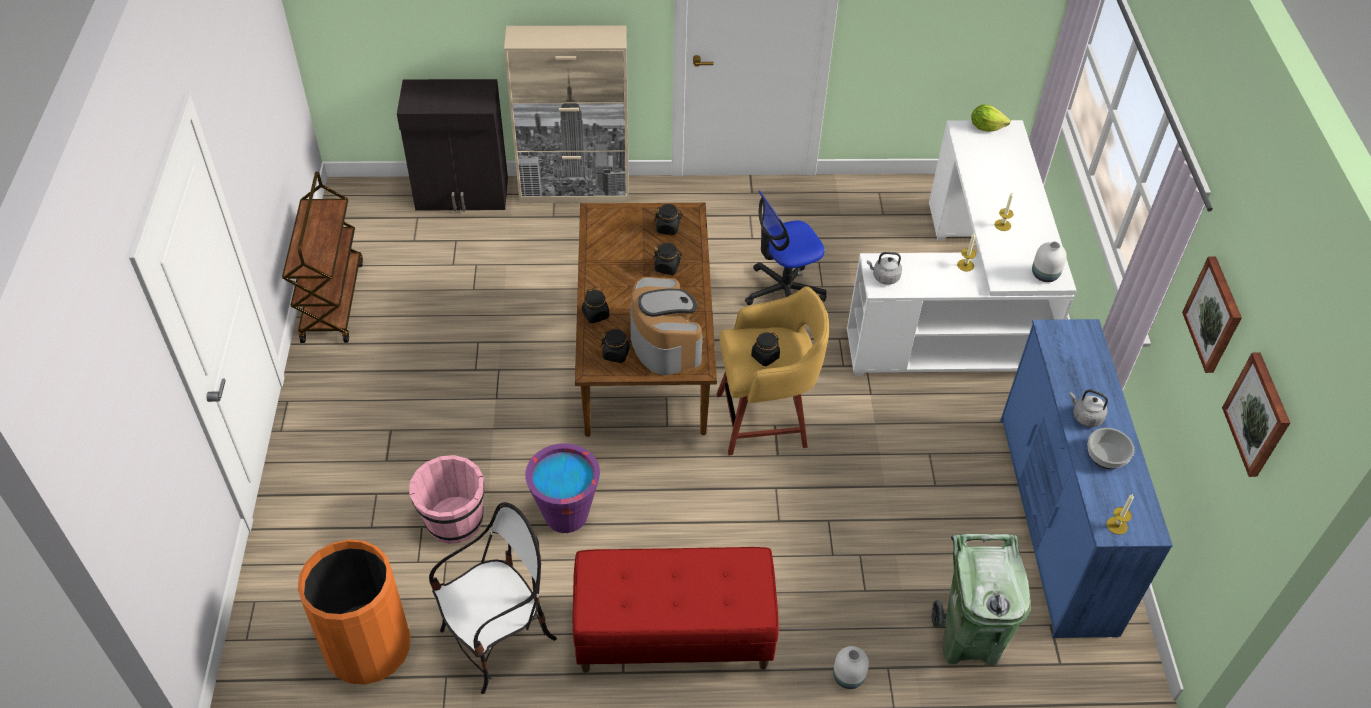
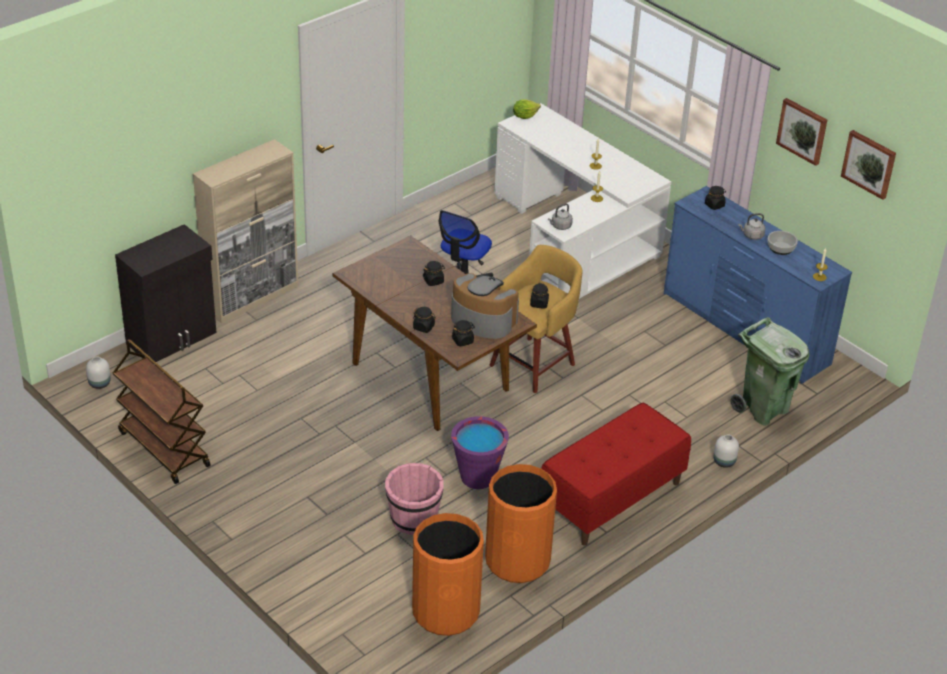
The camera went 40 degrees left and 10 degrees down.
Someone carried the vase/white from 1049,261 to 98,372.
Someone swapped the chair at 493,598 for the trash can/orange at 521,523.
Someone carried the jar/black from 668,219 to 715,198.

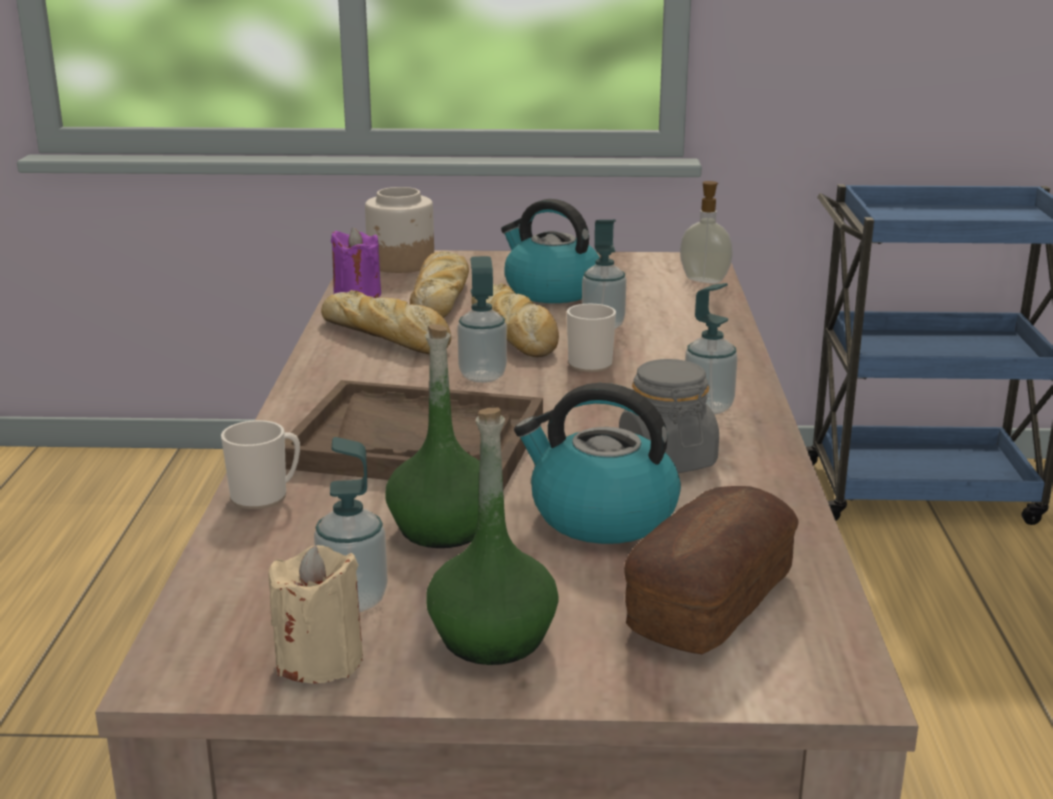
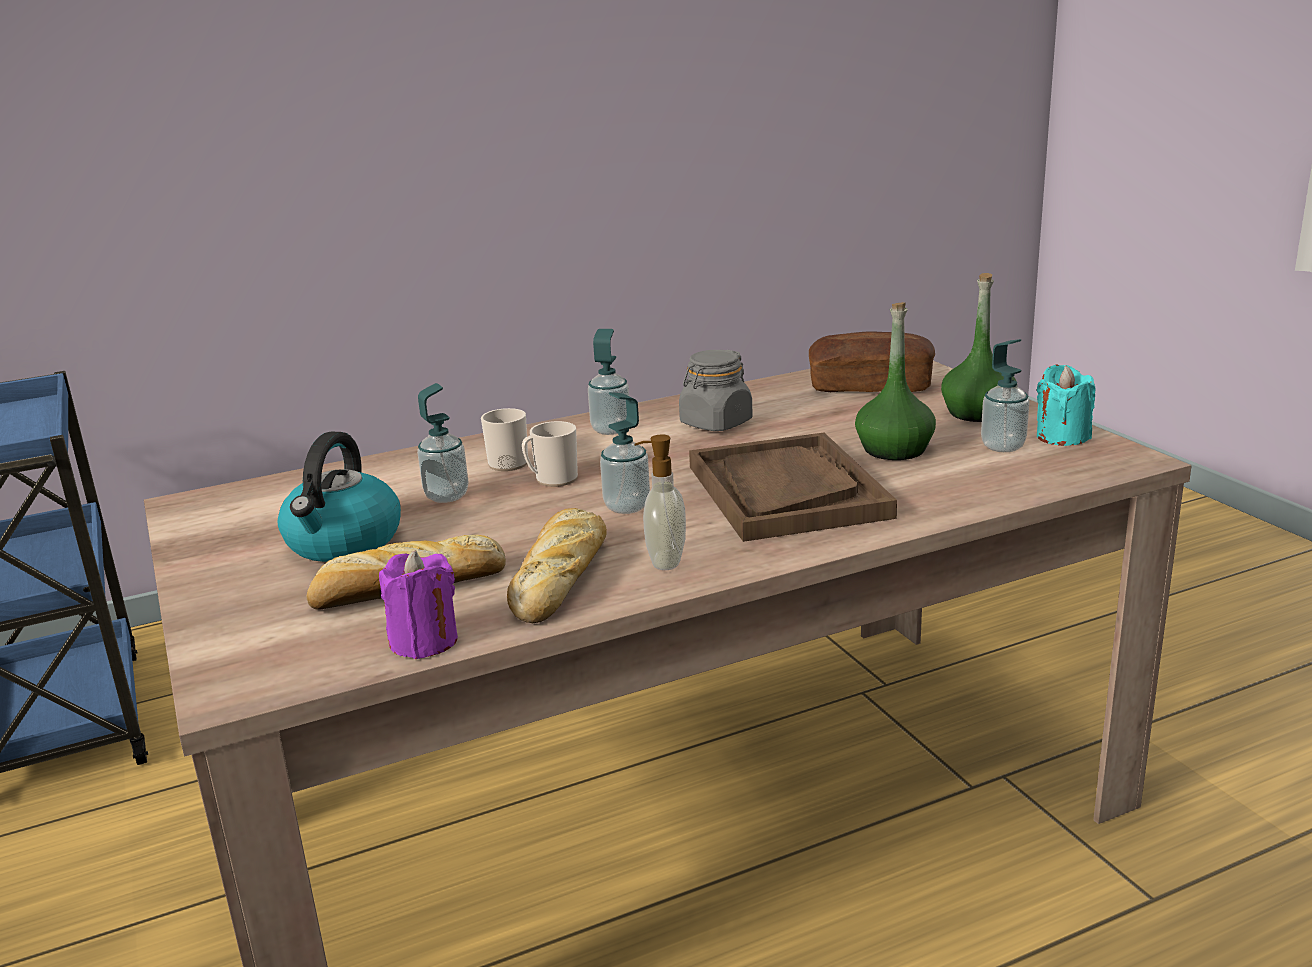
The camera went 115 degrees left and 0 degrees up.
Someone carried the mug from 260,464 to 504,439.
Someone carried the soap dispenser from 706,232 to 660,502.
Someone repainted the candle/beige at 316,614, which became the candle/turquoise at 1066,405.
Someone took away the jar at 399,230.
Someone took away the bread at 515,320.
Someone took away the kettle at 597,463.

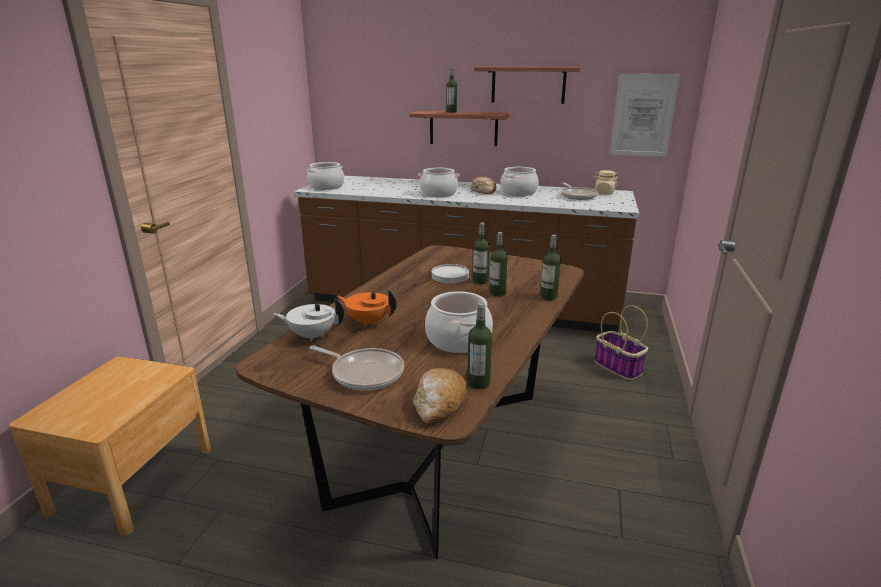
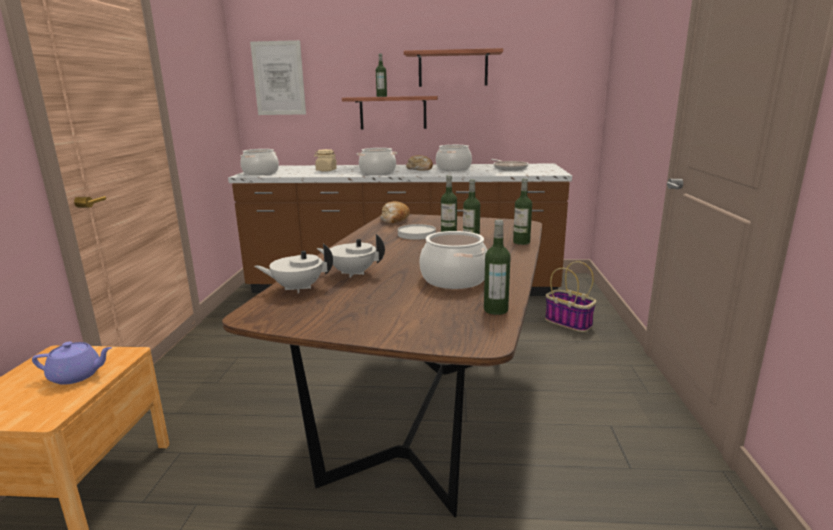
The camera went 10 degrees left and 5 degrees down.
Someone put down the teapot/purple at 72,363.
Someone carried the picture from 645,115 to 278,77.
Someone carried the jar/beige from 606,182 to 325,160.
Someone repainted the teapot/orange at 367,308, which became the teapot/white at 350,256.
Someone carried the bread from 440,396 to 395,212.
Someone took away the frying pan at 357,368.

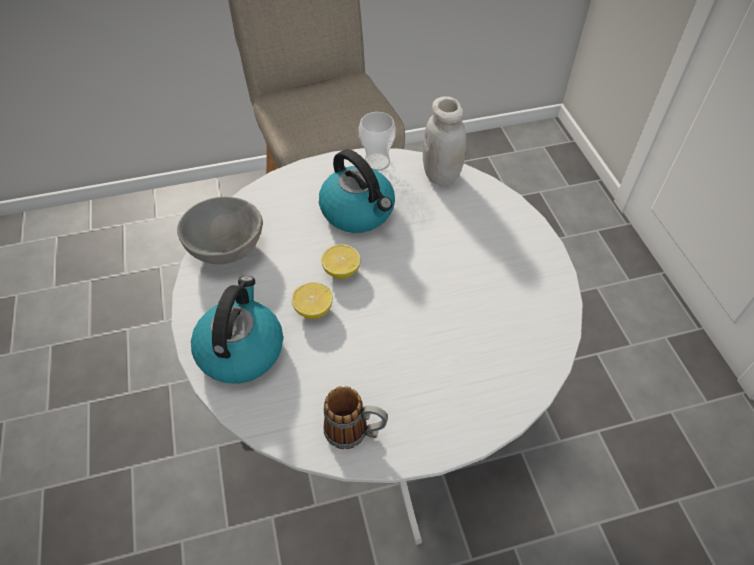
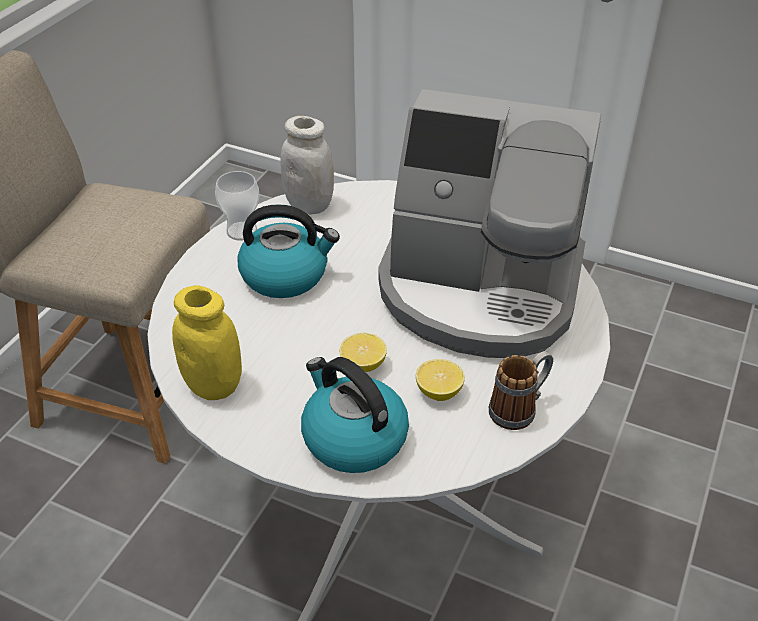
The camera went 50 degrees left and 10 degrees down.
Someone swapped the bowl/grey at 220,230 for the jar/yellow at 207,343.
Someone put down the coffee machine at 490,223.
Someone carried the lemon from 340,261 to 440,380.

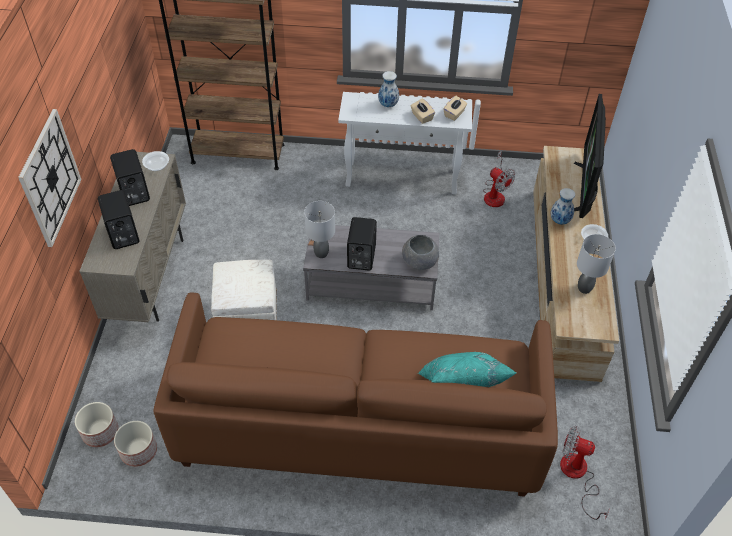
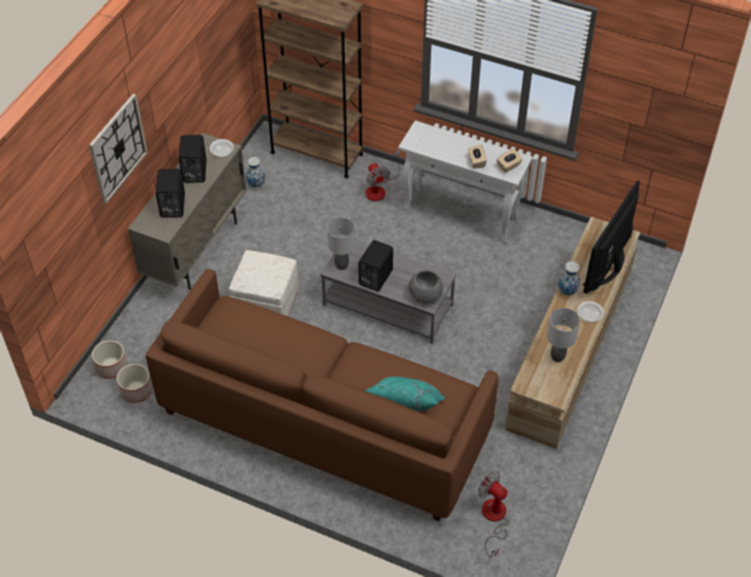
The camera went 20 degrees right and 0 degrees up.
Someone carried the vase from 388,89 to 255,172.
Someone carried the fan from 499,179 to 383,175.

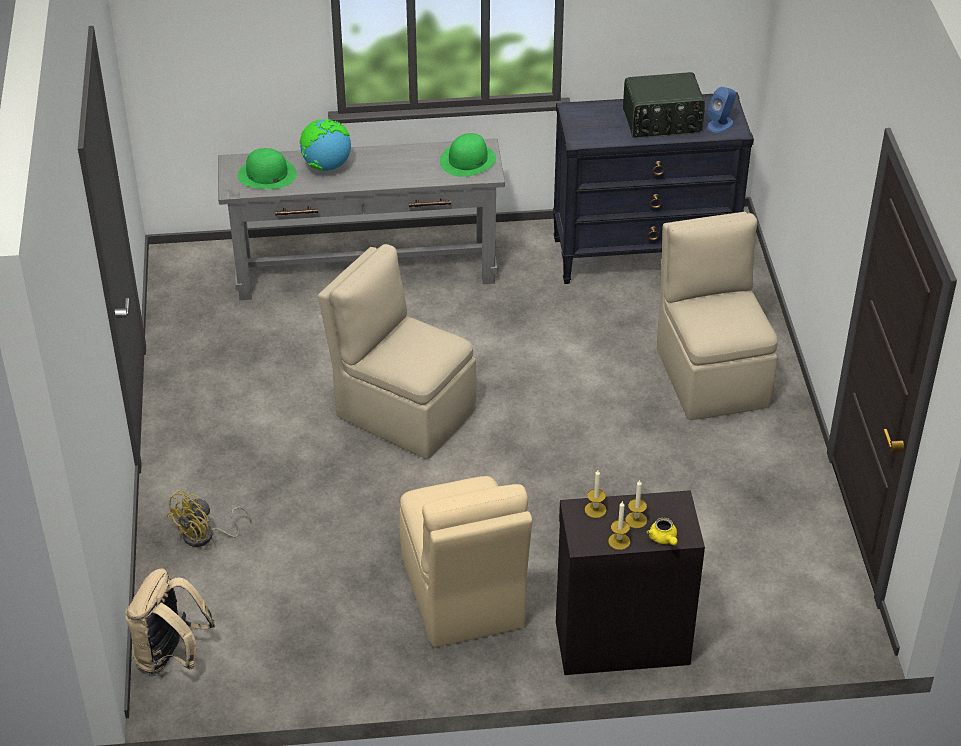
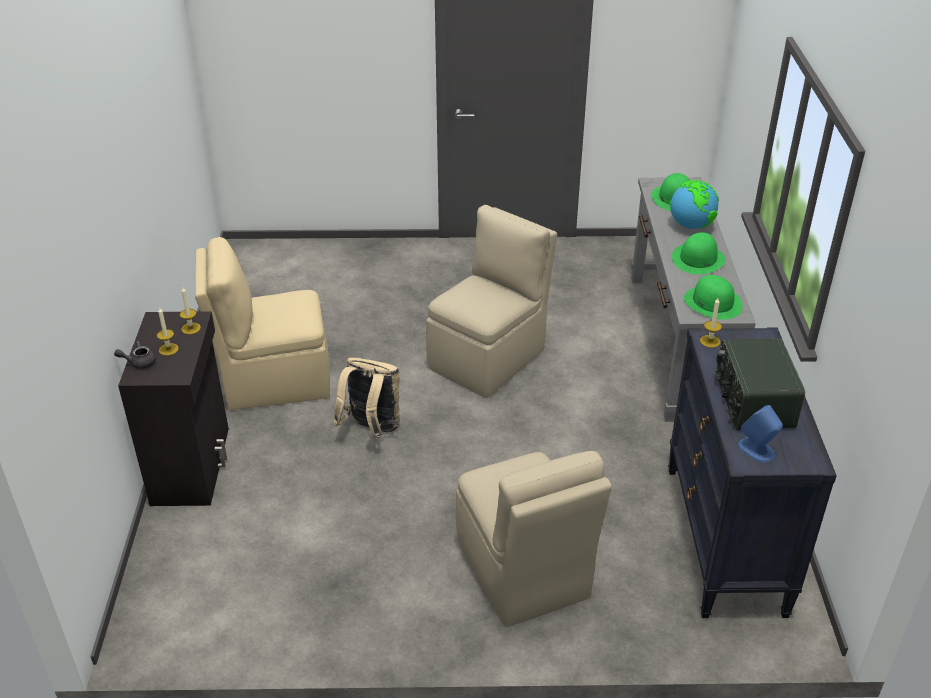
The camera went 95 degrees right and 5 degrees down.
Someone repainted the teapot/yellow at 662,531, which became the teapot/grey at 135,355.
Someone carried the backpack/beige from 170,621 to 366,398.
Someone rotated the chair/beige at 717,316 by 75 degrees clockwise.
Someone put down the hat/green at 699,253.
Someone carried the candle from 619,525 to 711,323.
Someone took away the fan/yellow at 209,518.

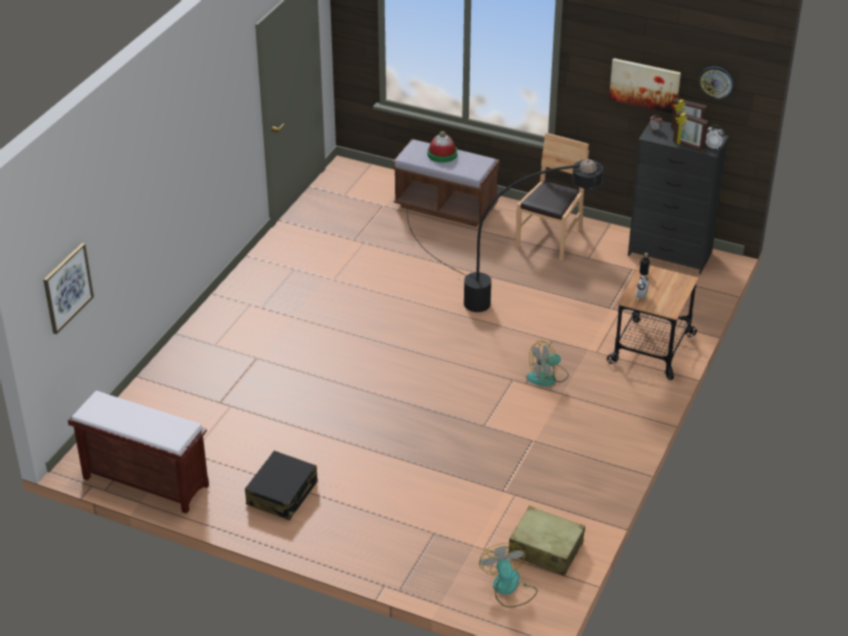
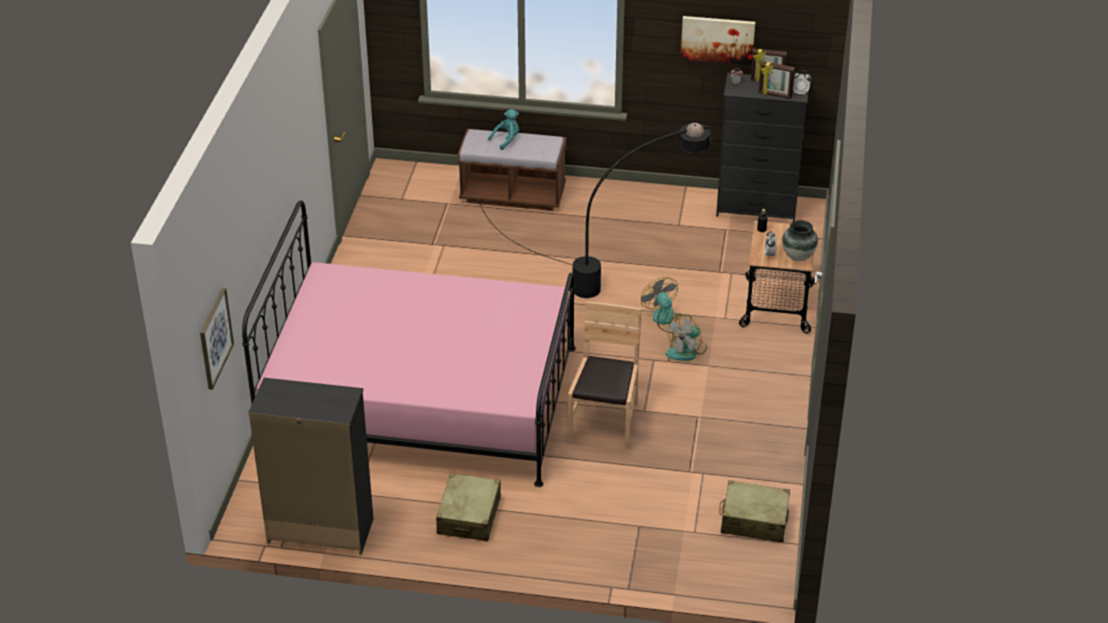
The camera went 15 degrees left and 0 degrees up.
Someone put down the bed/pink at 409,343.
Someone swapped the bench/brown at 138,452 for the dresser/black at 311,466.
Someone repainted the suitcase/black at 281,485, which became the suitcase/beige at 468,507.
Someone swapped the hat at 442,147 for the plush toy/turquoise at 503,129.
Someone carried the chair/brown from 552,197 to 605,375.
Someone carried the fan from 508,575 to 666,305.
Someone put down the vase at 800,240.
Someone took away the wall clock at 715,82.

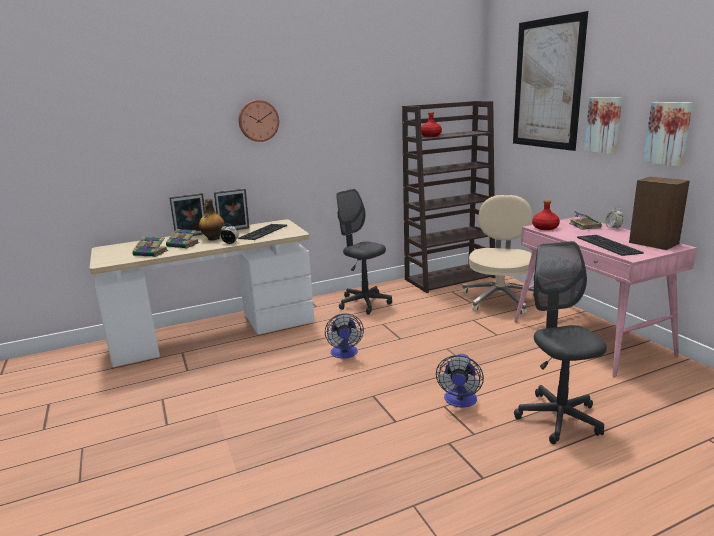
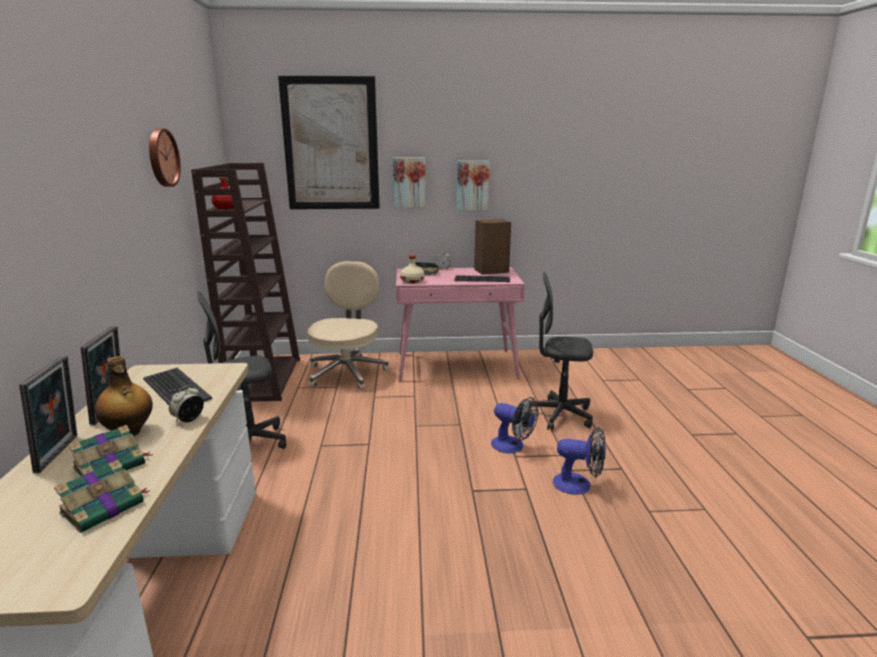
The camera went 70 degrees left and 0 degrees up.
Someone carried the wall clock from 258,121 to 165,158.
Someone rotated the office chair/beige at 498,255 by 60 degrees clockwise.
Someone repainted the bottle/red at 546,215, which became the bottle/beige at 412,269.
Someone carried the fan from 344,335 to 579,461.

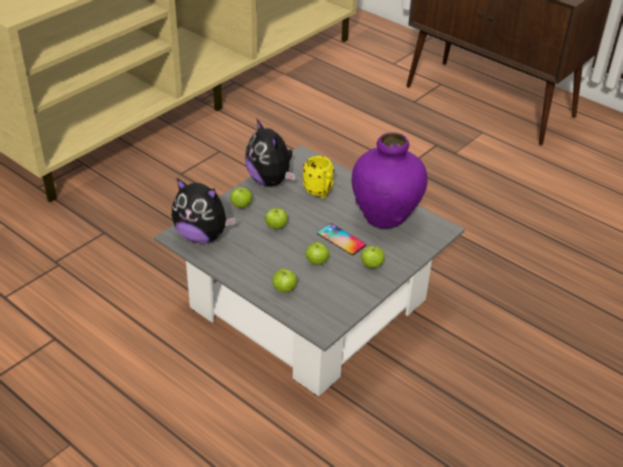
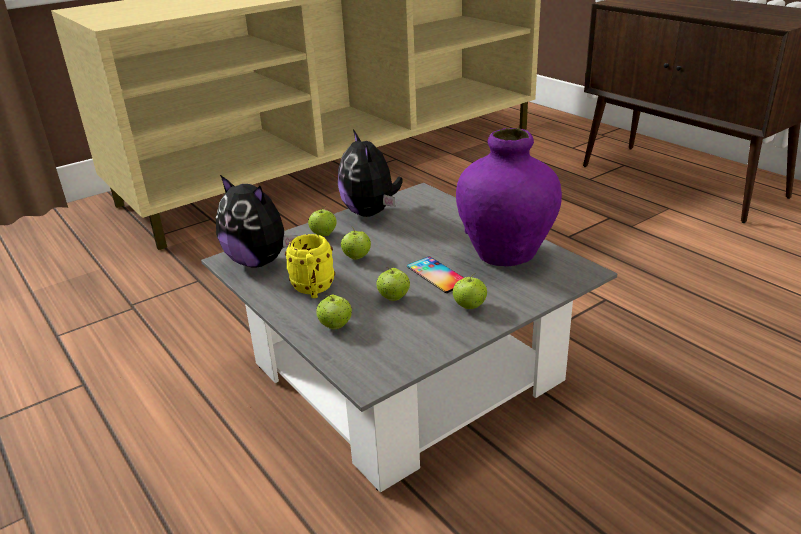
The camera went 15 degrees right and 10 degrees down.
Someone carried the mug/yellow from 318,177 to 310,266.

